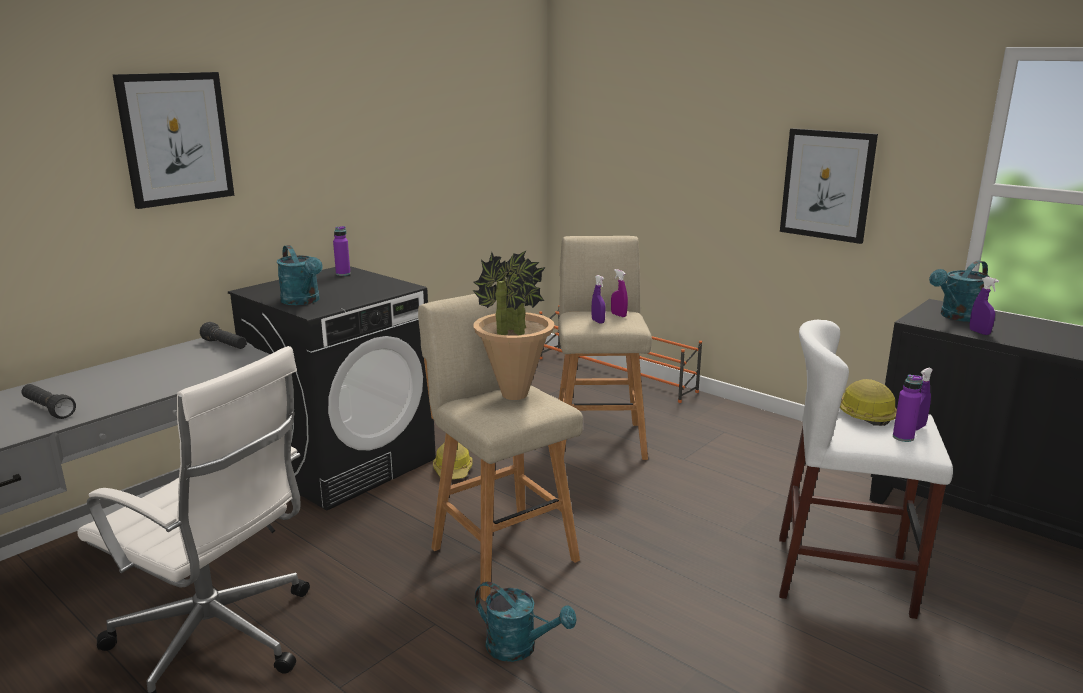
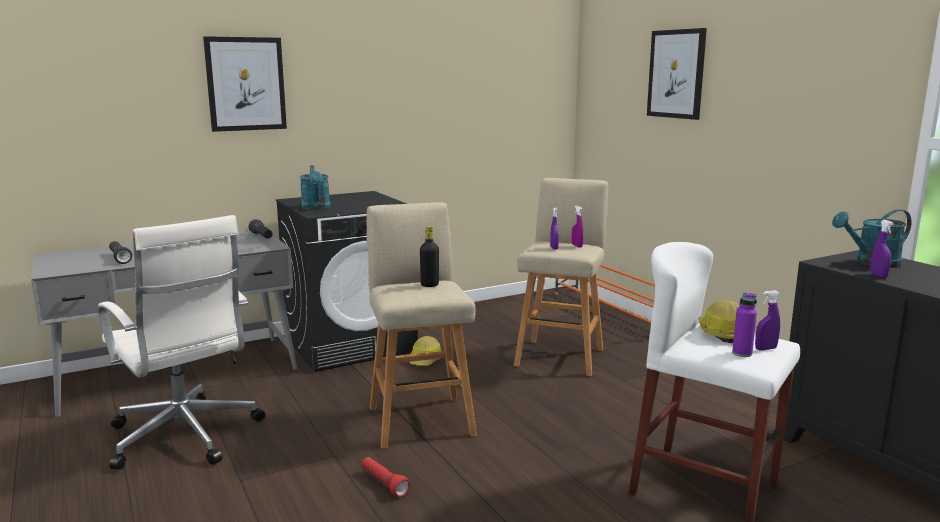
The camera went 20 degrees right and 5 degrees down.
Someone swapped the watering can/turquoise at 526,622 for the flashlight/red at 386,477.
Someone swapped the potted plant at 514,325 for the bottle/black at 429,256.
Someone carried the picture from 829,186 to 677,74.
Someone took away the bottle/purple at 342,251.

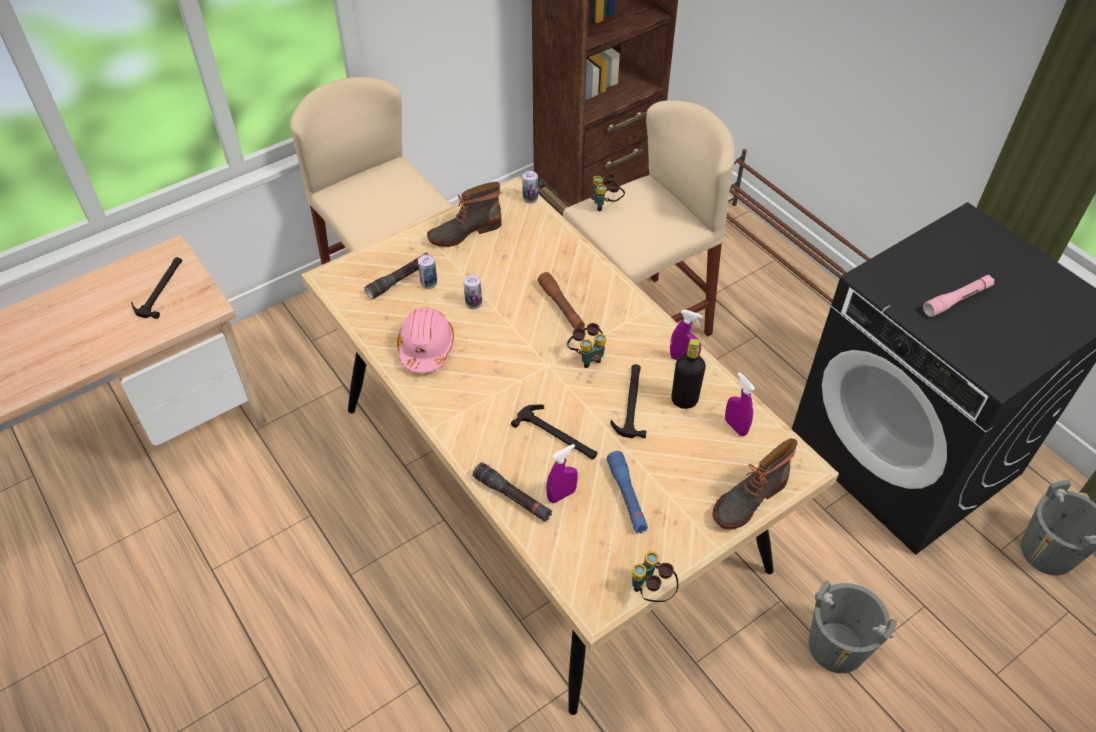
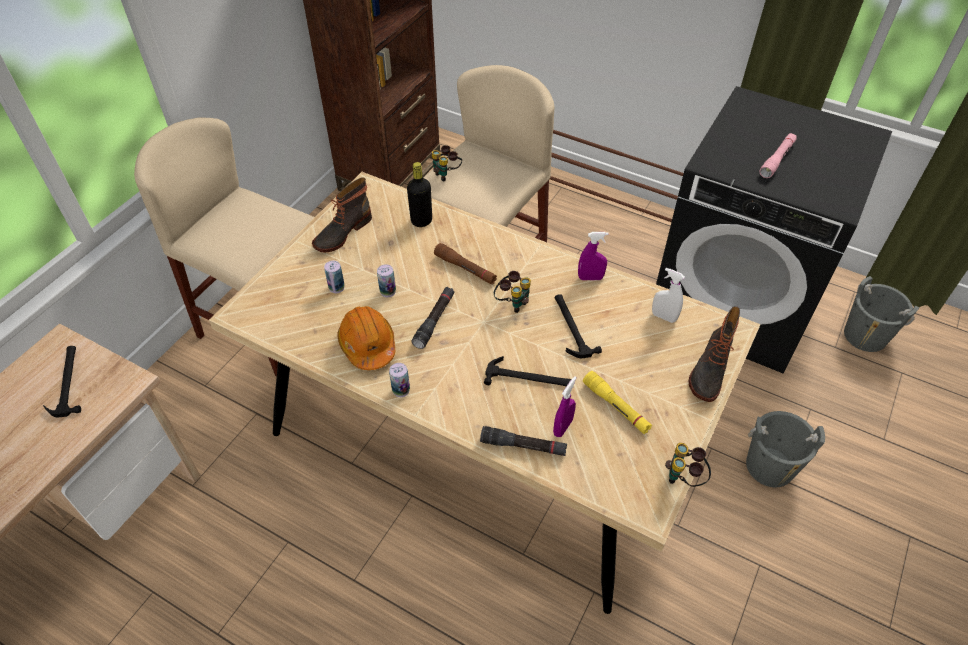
The camera went 25 degrees left and 0 degrees up.
Someone repainted the hard hat/pink at 425,340, which became the hard hat/orange at 366,338.
Someone carried the can from 530,187 to 399,380.
Someone carried the bottle/black from 688,374 to 419,194.
Someone carried the flashlight/black from 396,275 to 432,318.
Someone repainted the flashlight/blue at 627,492, which became the flashlight/yellow at 617,402.
Someone repainted the spray bottle/purple at 740,404, which became the spray bottle/white at 668,295.

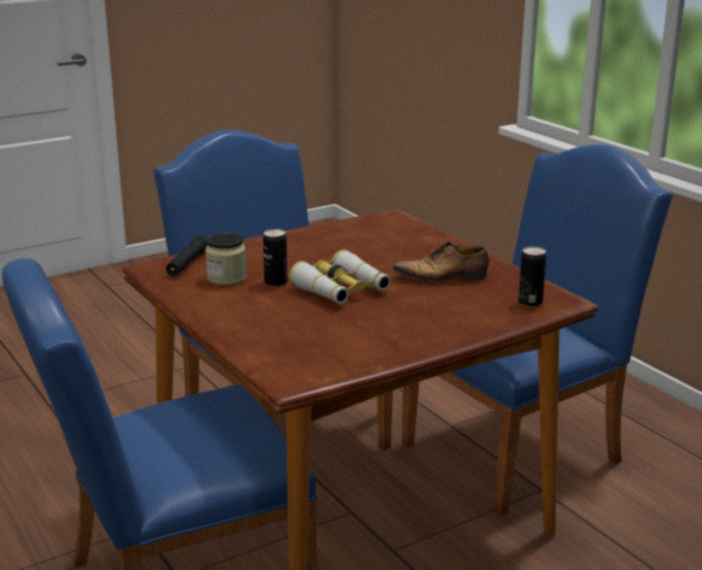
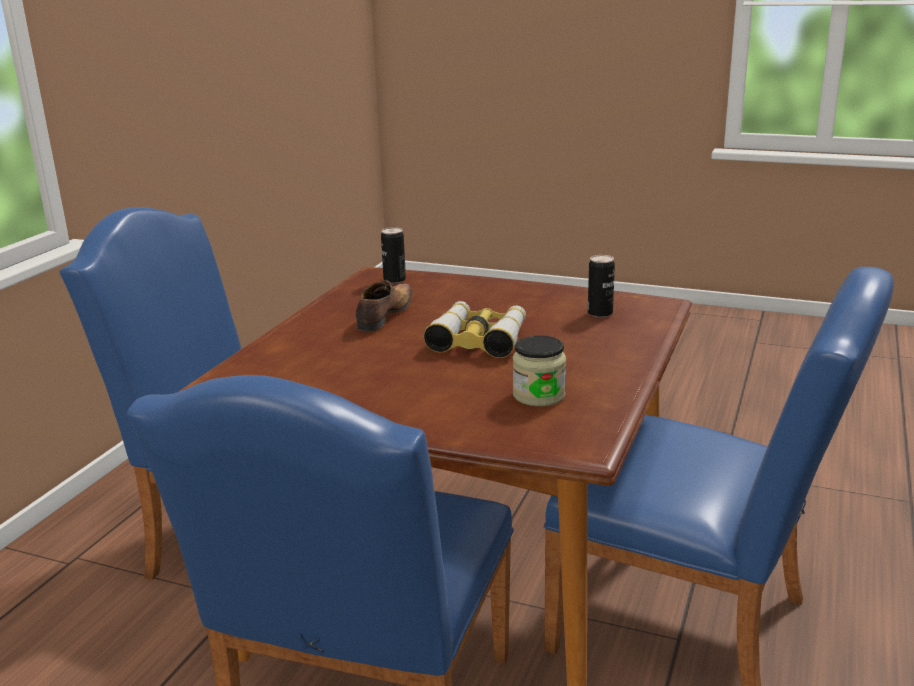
The camera went 125 degrees left and 0 degrees up.
Someone rotated the shoe at 441,261 by 120 degrees counterclockwise.
Someone carried the can from 275,258 to 601,286.
Someone took away the flashlight/black at 187,255.

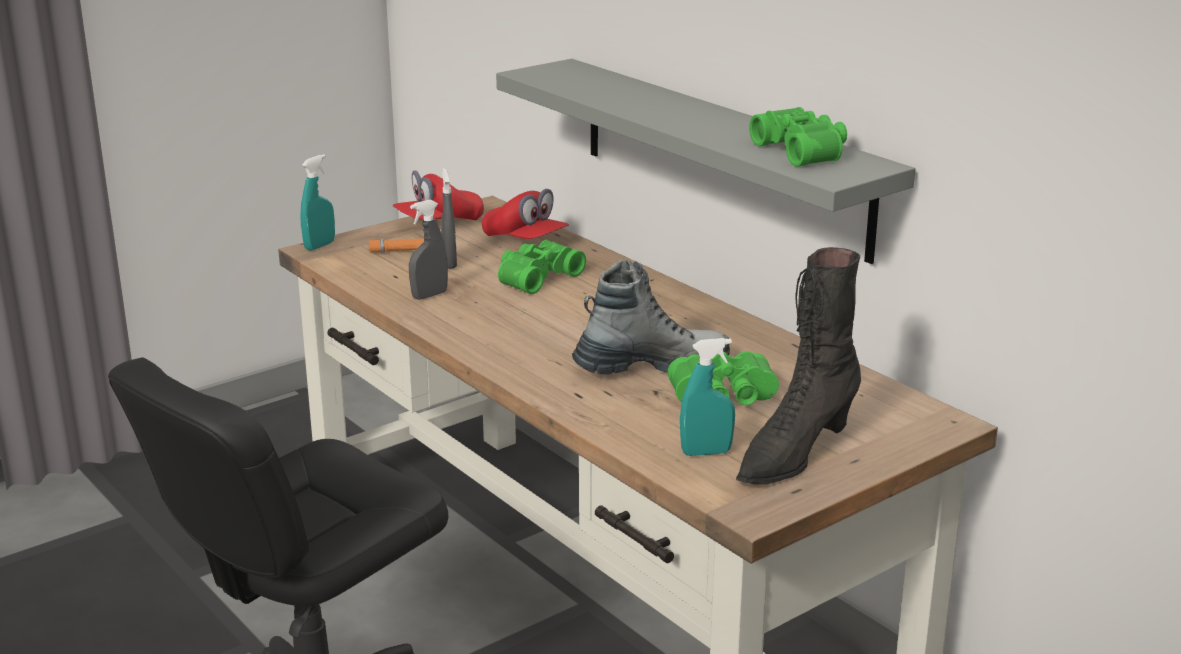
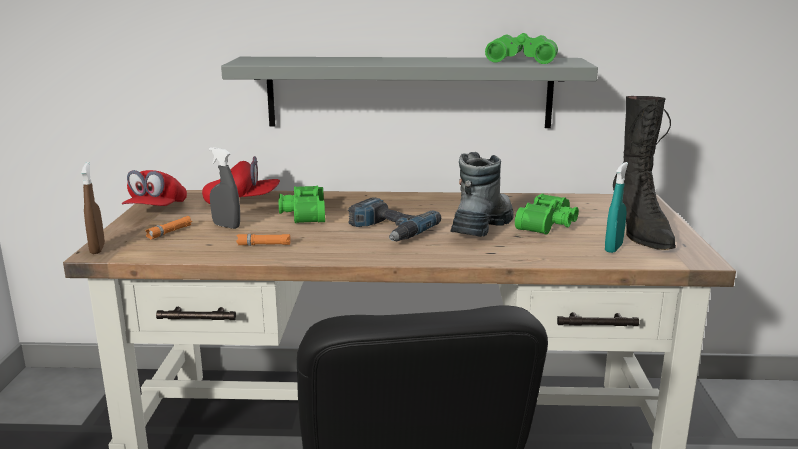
The camera went 50 degrees left and 5 degrees down.
Someone repainted the spray bottle/turquoise at 318,202, which became the spray bottle/brown at 93,208.
Someone swapped the spray bottle/grey at 428,249 for the flashlight/orange at 263,240.
Someone put down the power drill at 394,219.

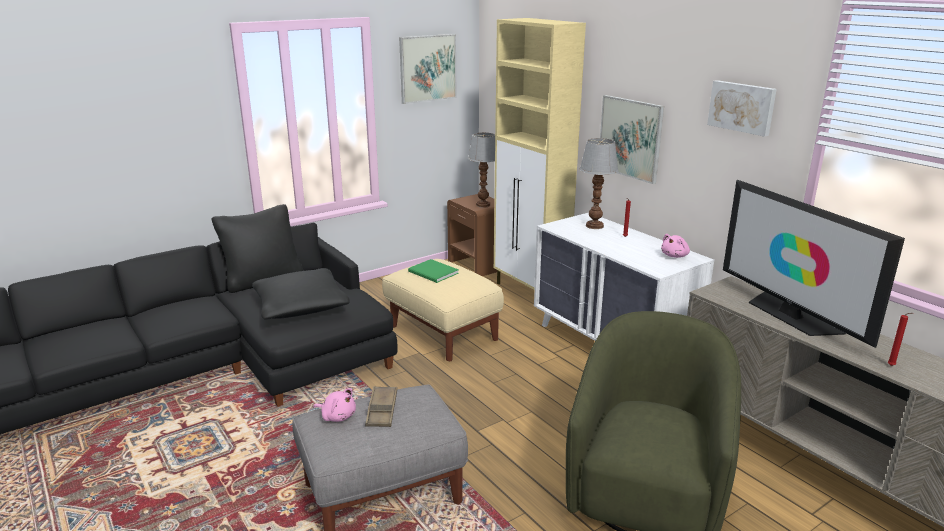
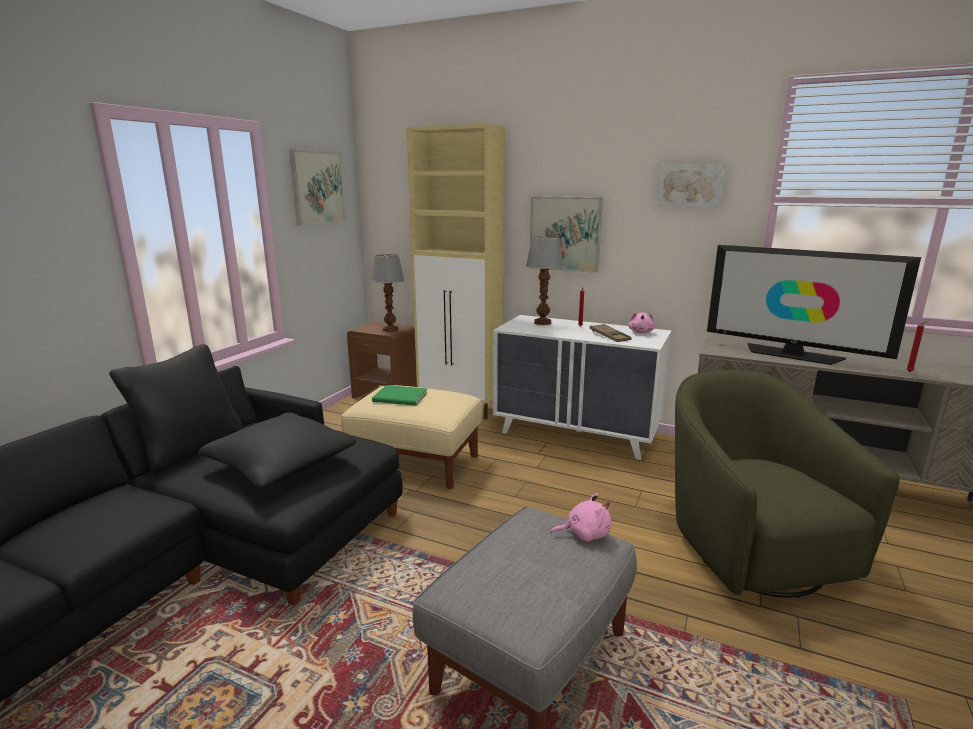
The camera went 30 degrees left and 5 degrees down.
Someone carried the plush toy/pink from 334,405 to 581,517.
Someone carried the tray/brown from 381,406 to 610,333.

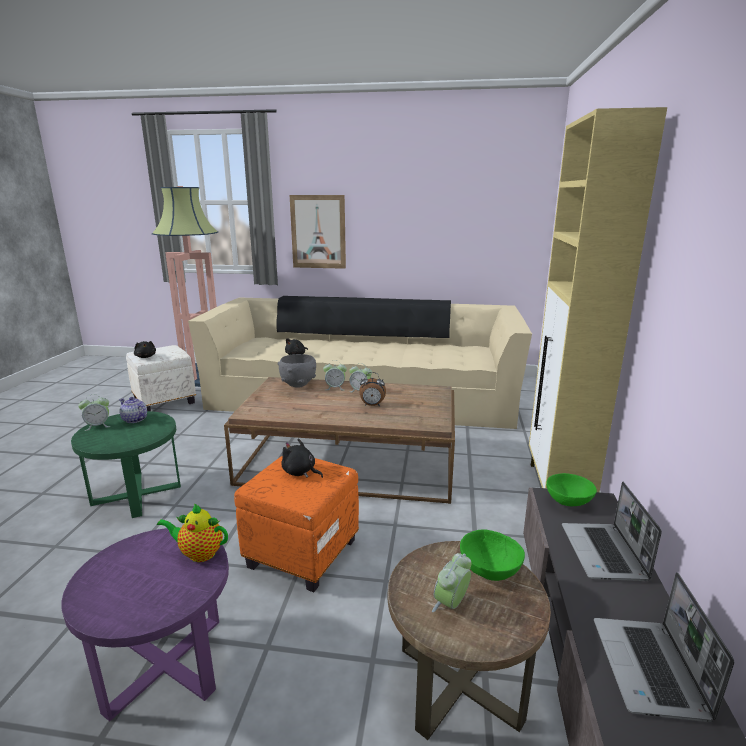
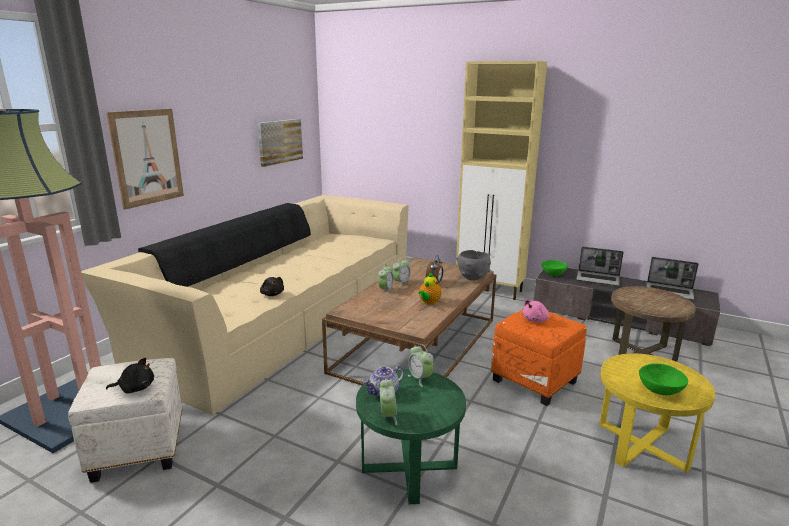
The camera went 70 degrees left and 0 degrees up.
Someone put up the picture at 280,143.
Someone carried the alarm clock from 451,583 to 421,365.
Someone carried the teapot from 192,532 to 430,288.
Someone carried the bowl/grey from 296,371 to 473,265.
Someone repainted the plush toy/black at 302,458, which became the plush toy/pink at 535,310.
Someone repainted the side table/purple at 145,625, which became the side table/yellow at 657,412.
Someone carried the bowl/green from 492,555 to 663,379.

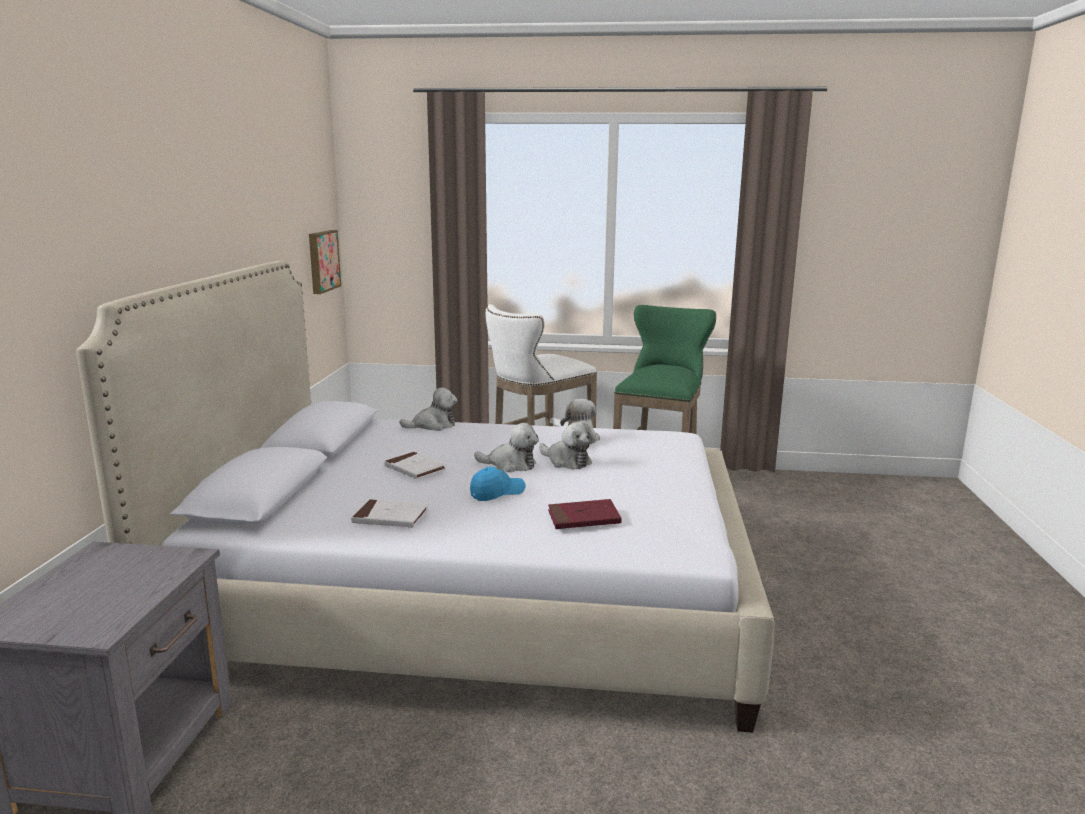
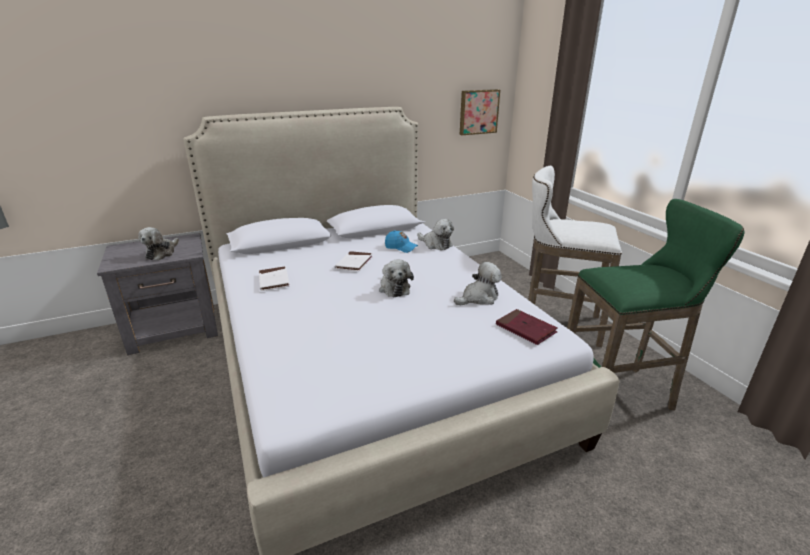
The camera went 60 degrees right and 10 degrees up.
Someone carried the plush toy from 566,445 to 158,243.
Someone carried the cap/blue from 498,484 to 401,241.
Someone carried the book/red from 584,514 to 527,327.

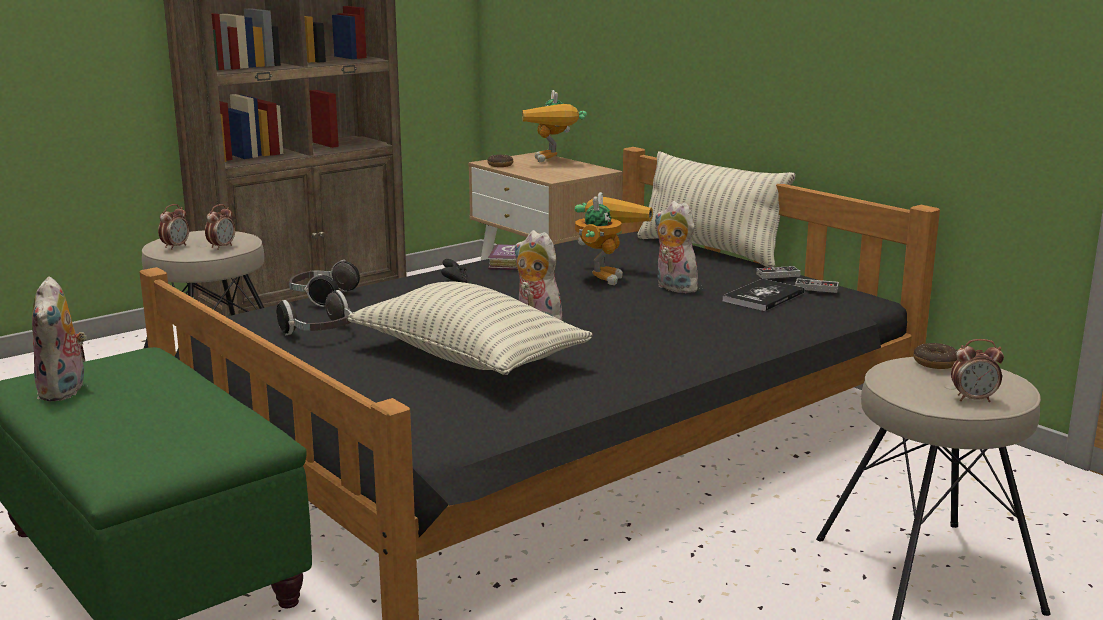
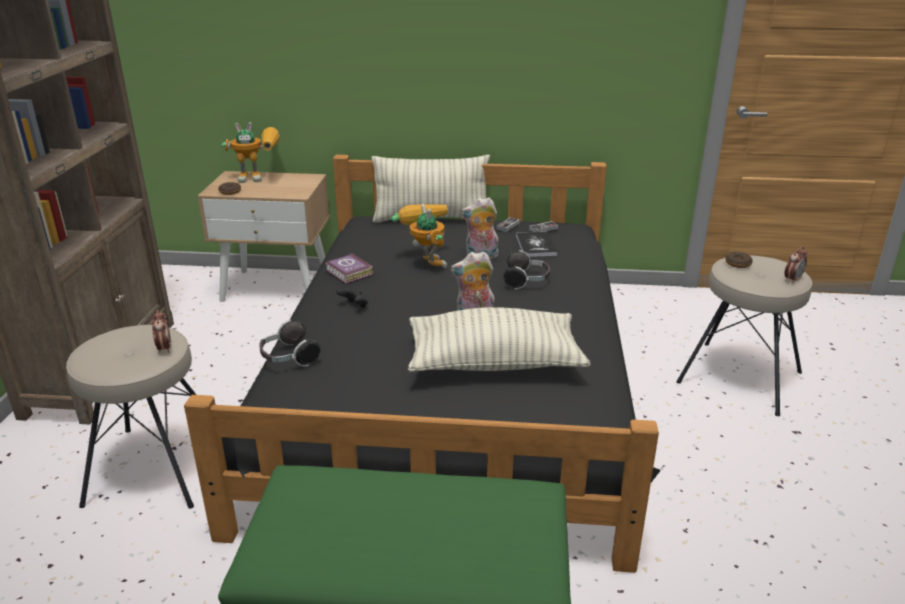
The camera went 45 degrees left and 10 degrees up.
Someone rotated the toy robot at 554,126 by 45 degrees counterclockwise.
Someone carried the headphones from 314,312 to 526,270.
Someone took away the plush toy at 59,338.
Someone took away the alarm clock at 173,227.

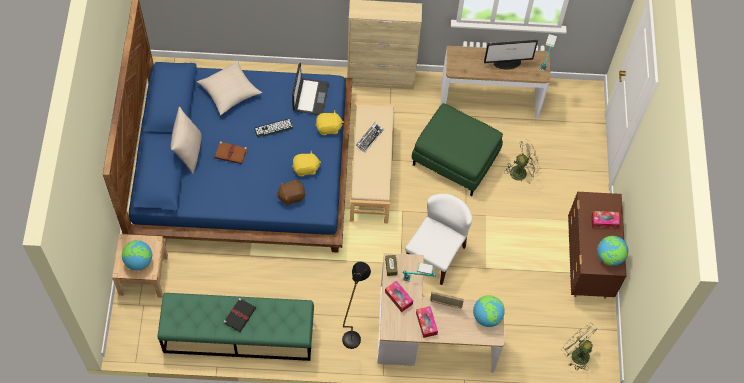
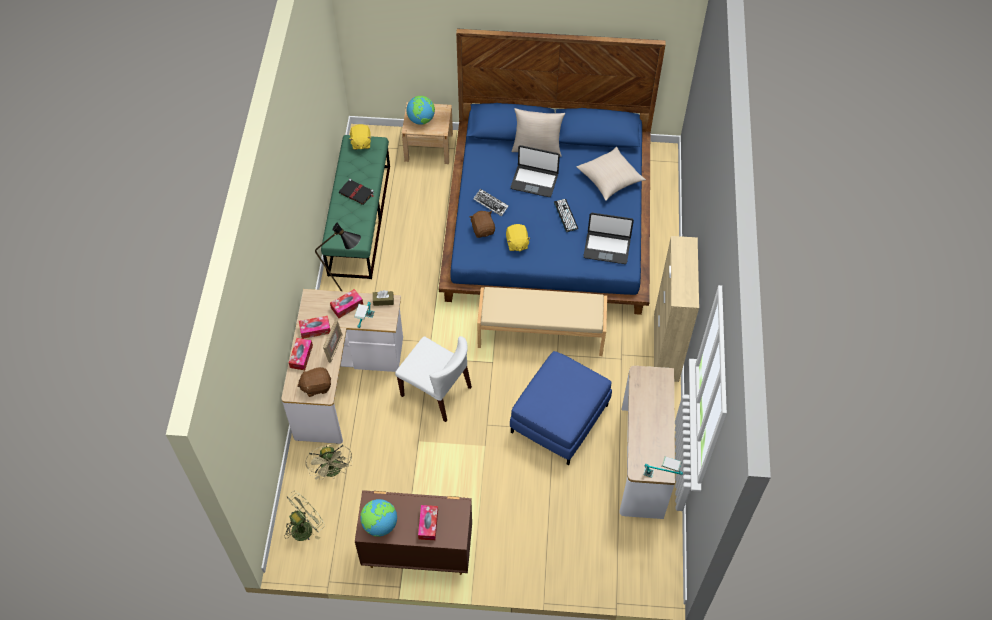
The camera went 95 degrees right and 5 degrees down.
Someone put down the tissue box at 301,354.
Someone swapped the globe at 489,311 for the plush toy/brown at 314,382.
Someone carried the fan/beige from 522,161 to 329,462.
Someone carried the plush toy/yellow from 330,123 to 360,137.
Someone carried the keyboard from 370,137 to 491,203.
Someone repainted the ottoman/green at 457,149, which became the ottoman/blue at 561,408.
Someone swapped the book/brown at 232,152 for the laptop at 535,171.
Someone took away the monitor at 511,54.

